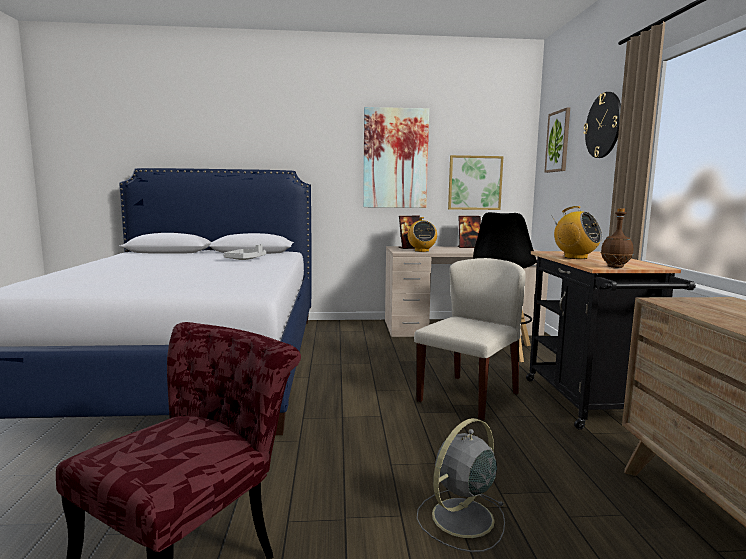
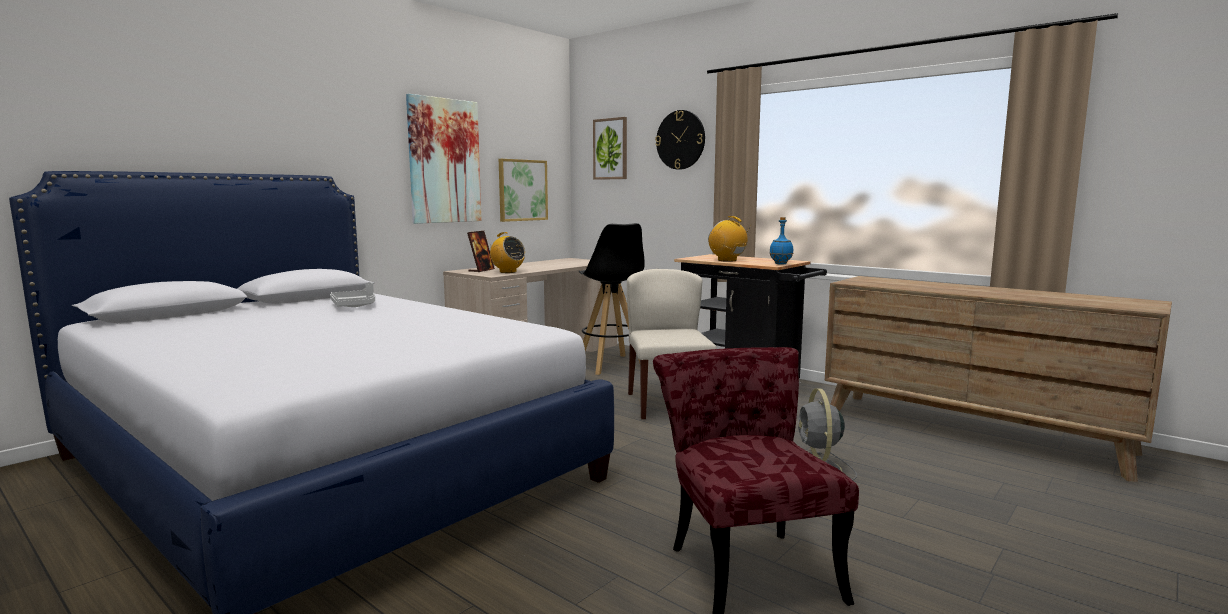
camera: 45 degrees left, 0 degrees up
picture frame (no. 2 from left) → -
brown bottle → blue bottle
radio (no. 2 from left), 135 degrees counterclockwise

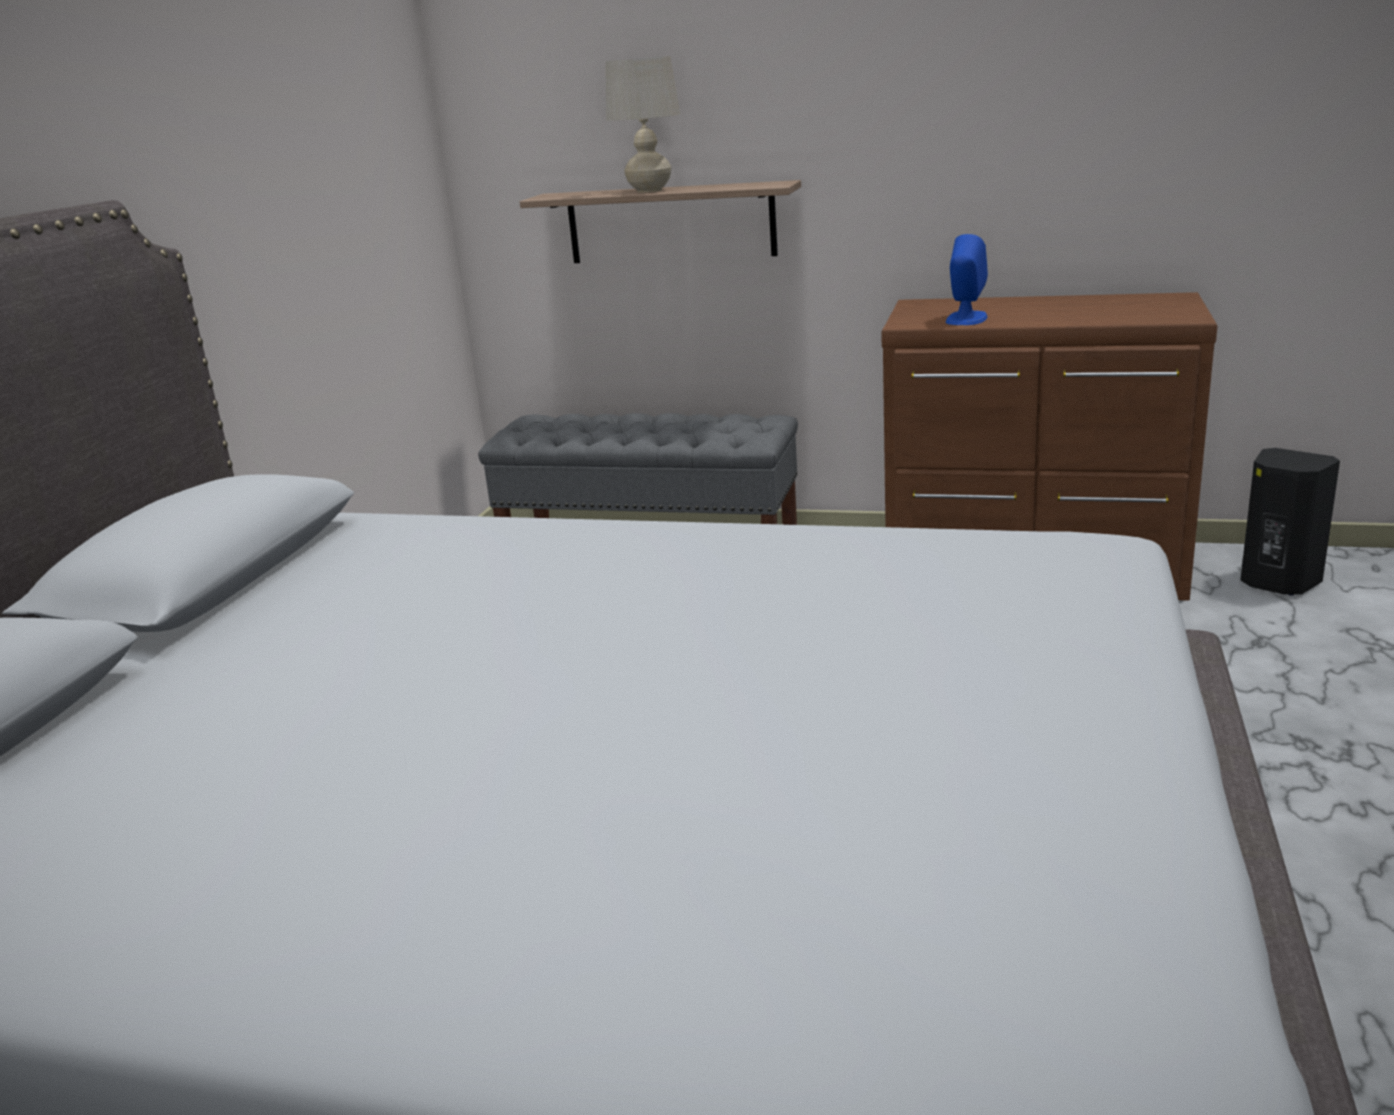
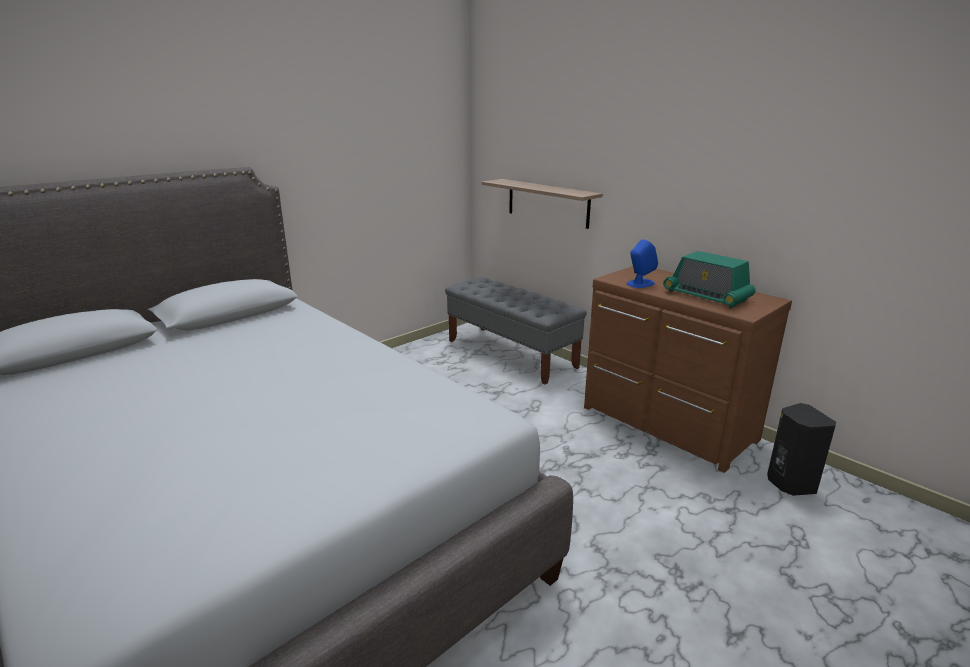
camera: 30 degrees right, 0 degrees up
beige table lamp → -
- → radio

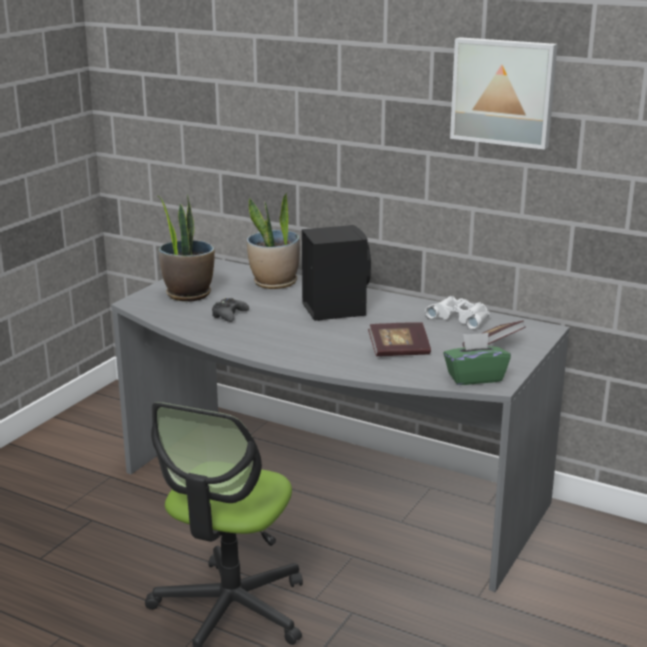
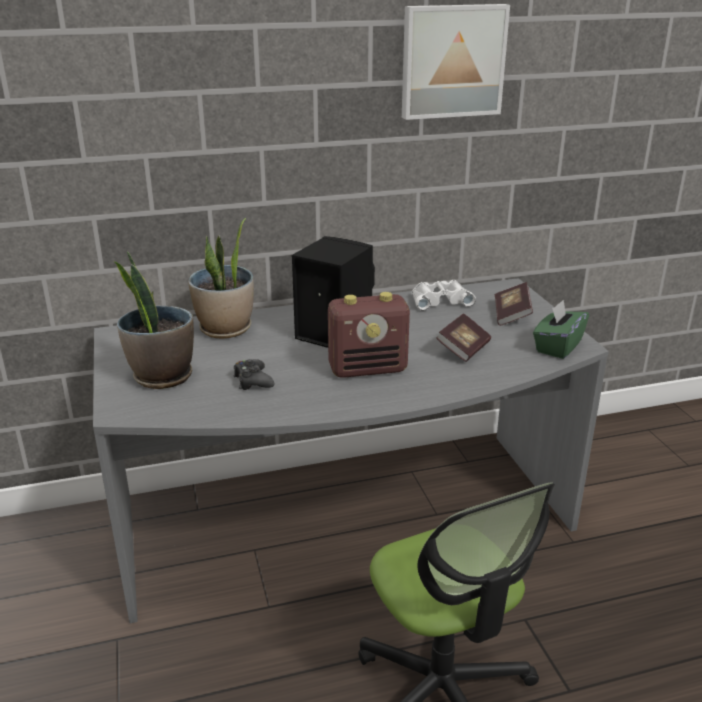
camera: 45 degrees left, 5 degrees up
- → radio

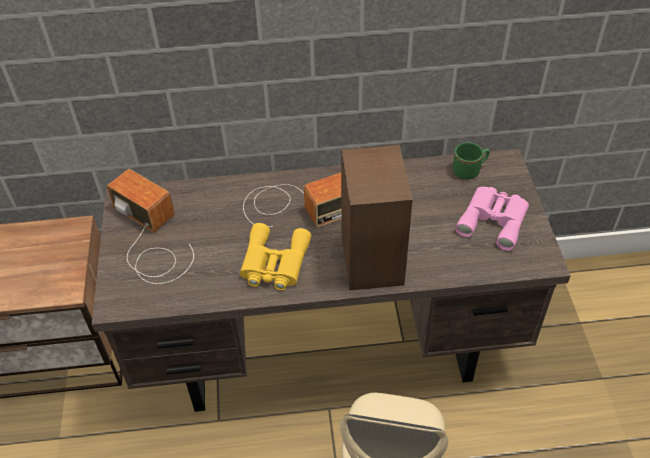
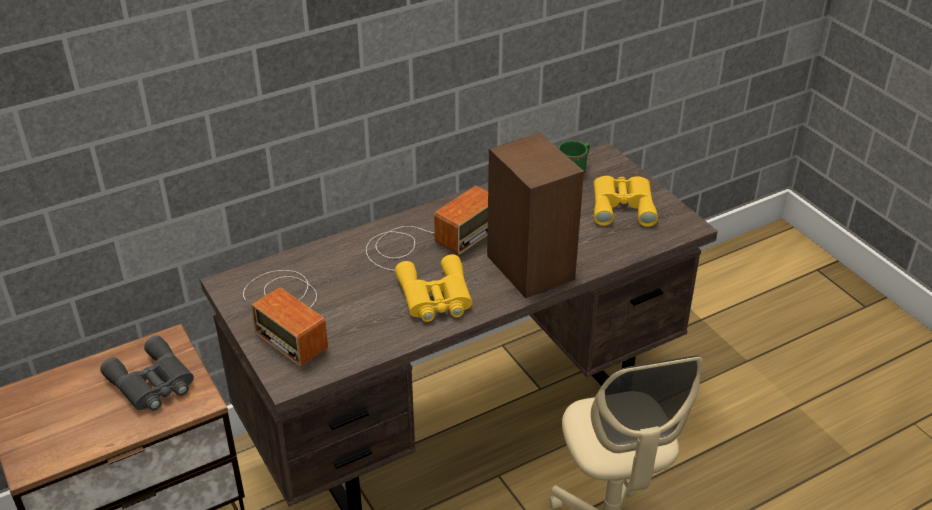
camera: 25 degrees left, 10 degrees down
- → grey binoculars
pink binoculars → yellow binoculars (no. 2 from left)
radio (no. 1 from left), 150 degrees counterclockwise

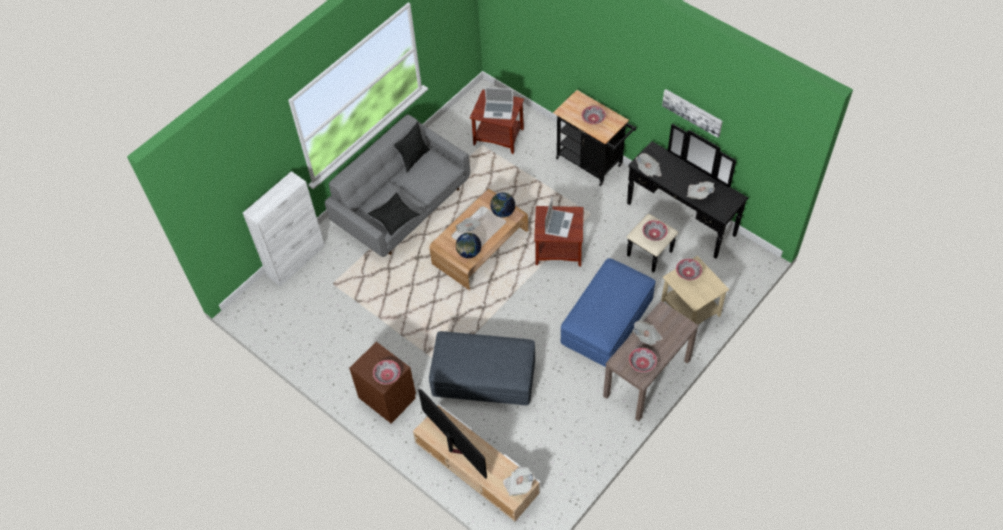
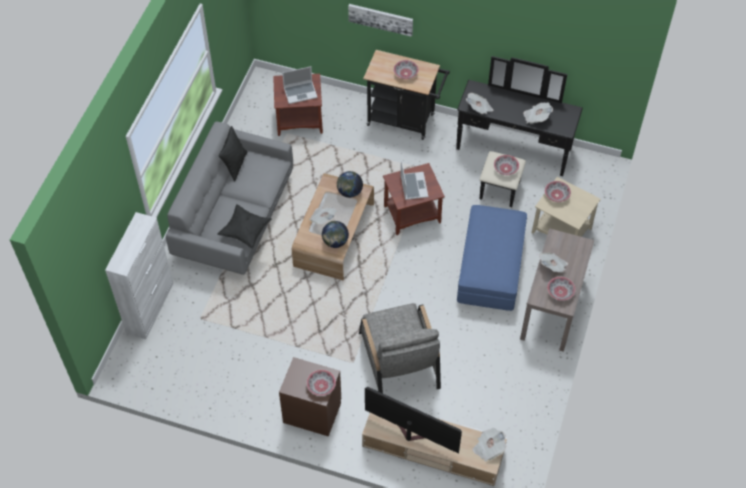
camera: 25 degrees left, 0 degrees up
picture, relocated
grey ottoman → grey armchair

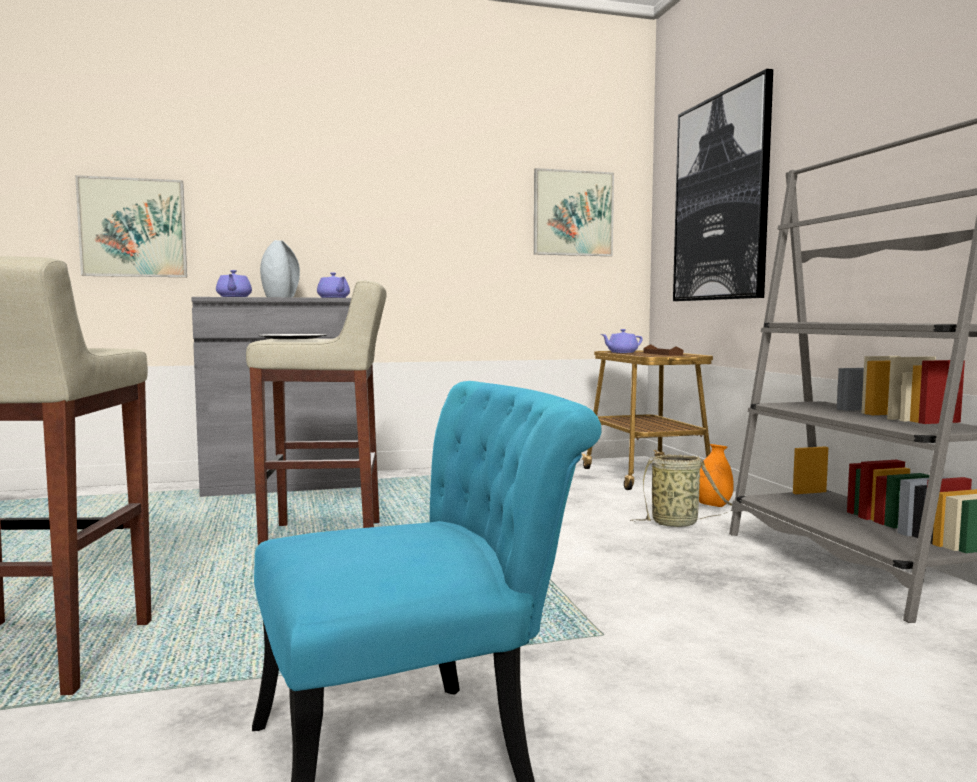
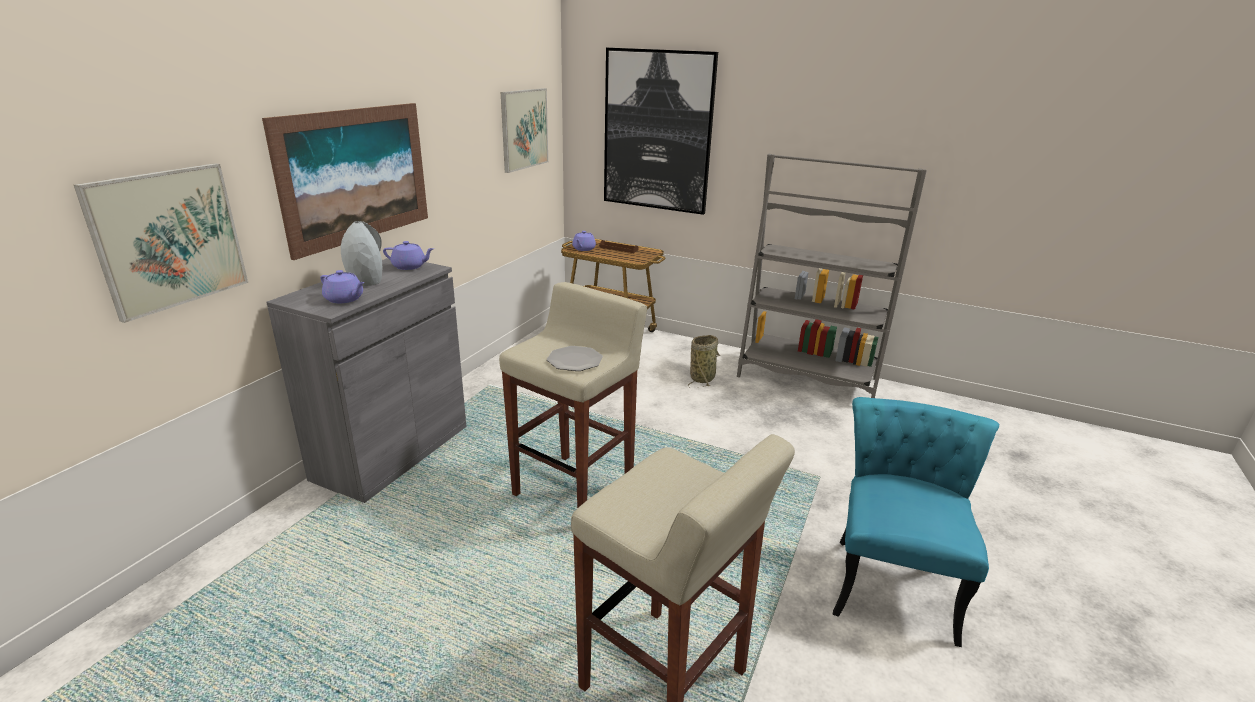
camera: 50 degrees left, 20 degrees up
orange vase → -
- → picture (no. 2 from left)

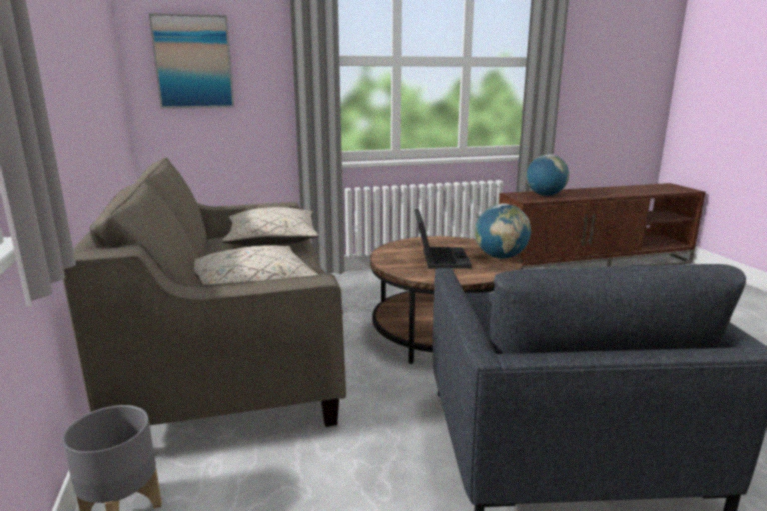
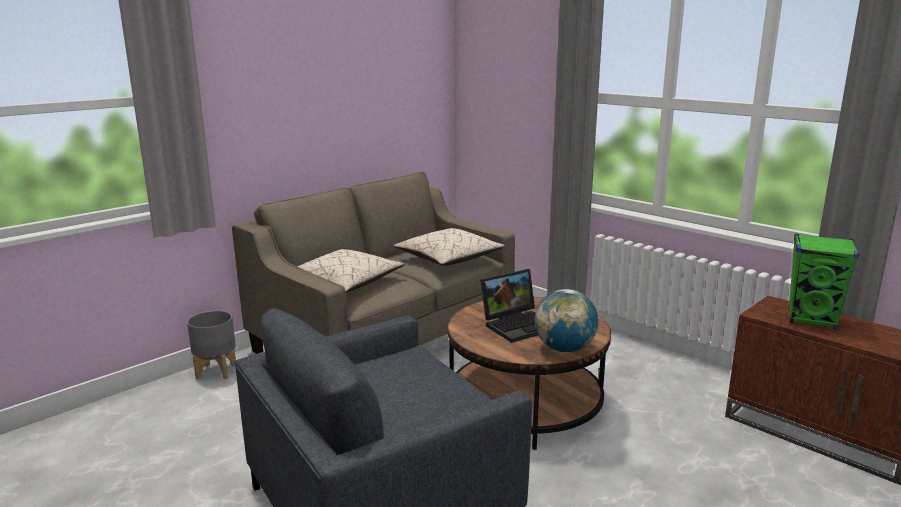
camera: 60 degrees right, 0 degrees up
picture → -
globe (no. 2 from left) → green speaker

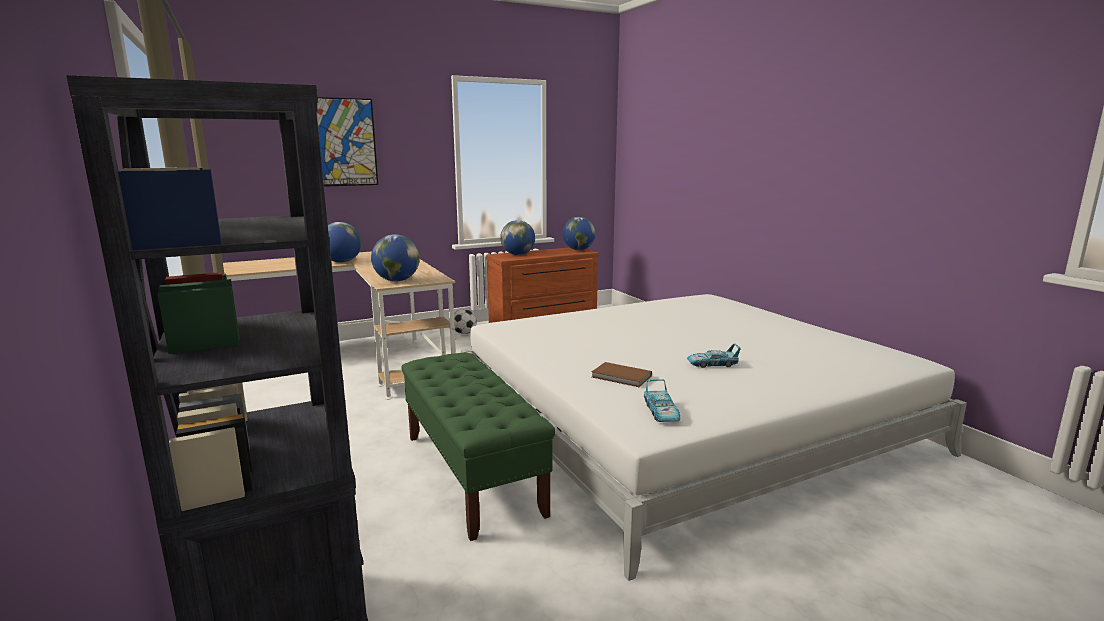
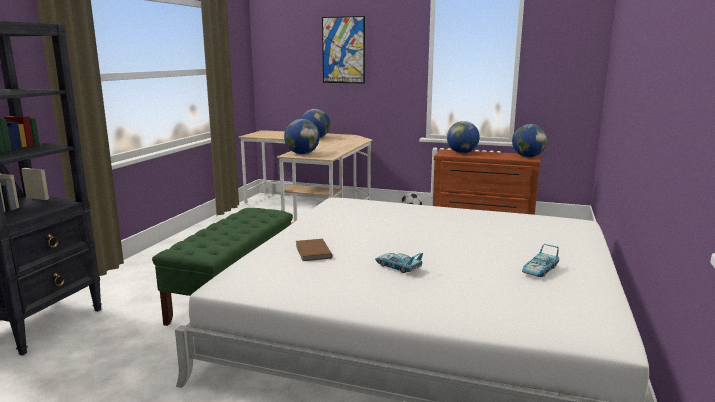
camera: 45 degrees right, 0 degrees up
toy car (no. 1 from left in the first image) → toy car (no. 2 from left), relocated

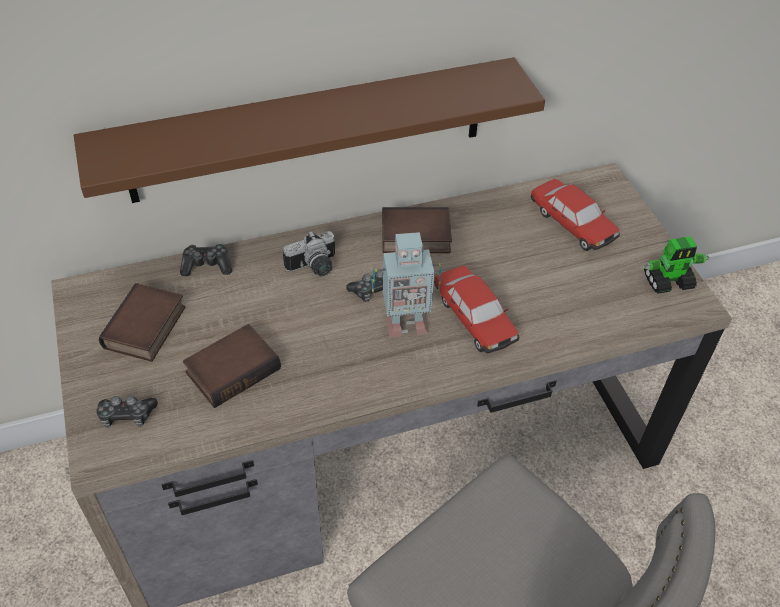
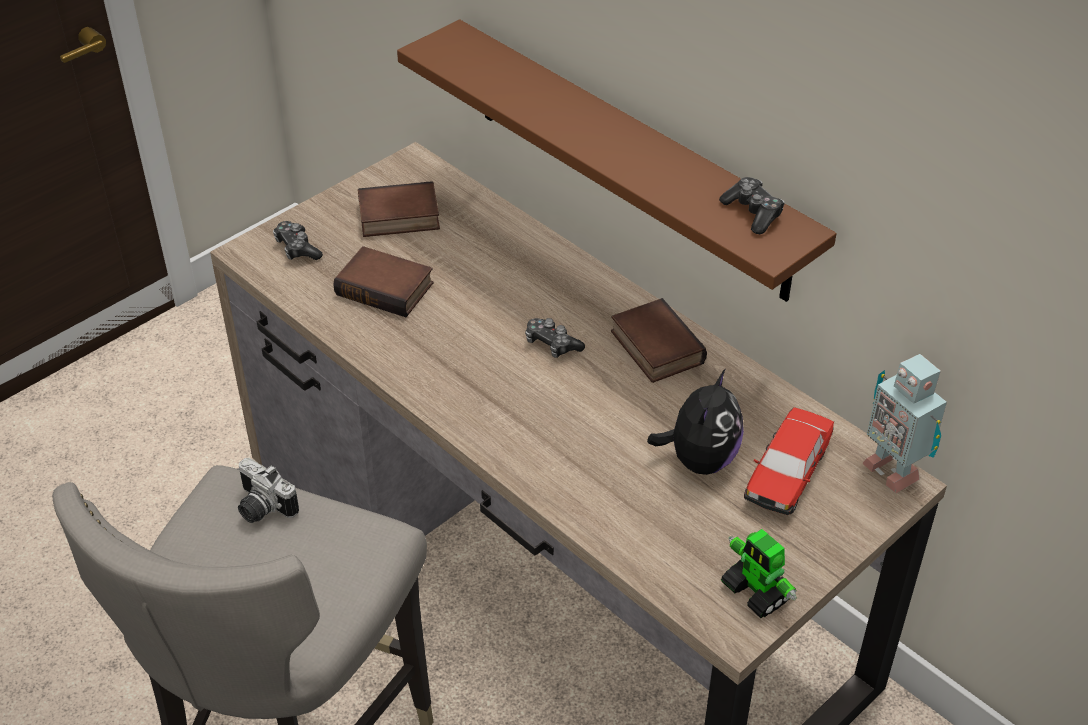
camera: 65 degrees right, 5 degrees down
toy car (no. 1 from left) → -
- → plush toy
game controller (no. 2 from left in the first image) → game controller (no. 3 from left), relocated
photo camera, relocated
toy robot (no. 1 from left in the first image) → toy robot (no. 2 from left), relocated

